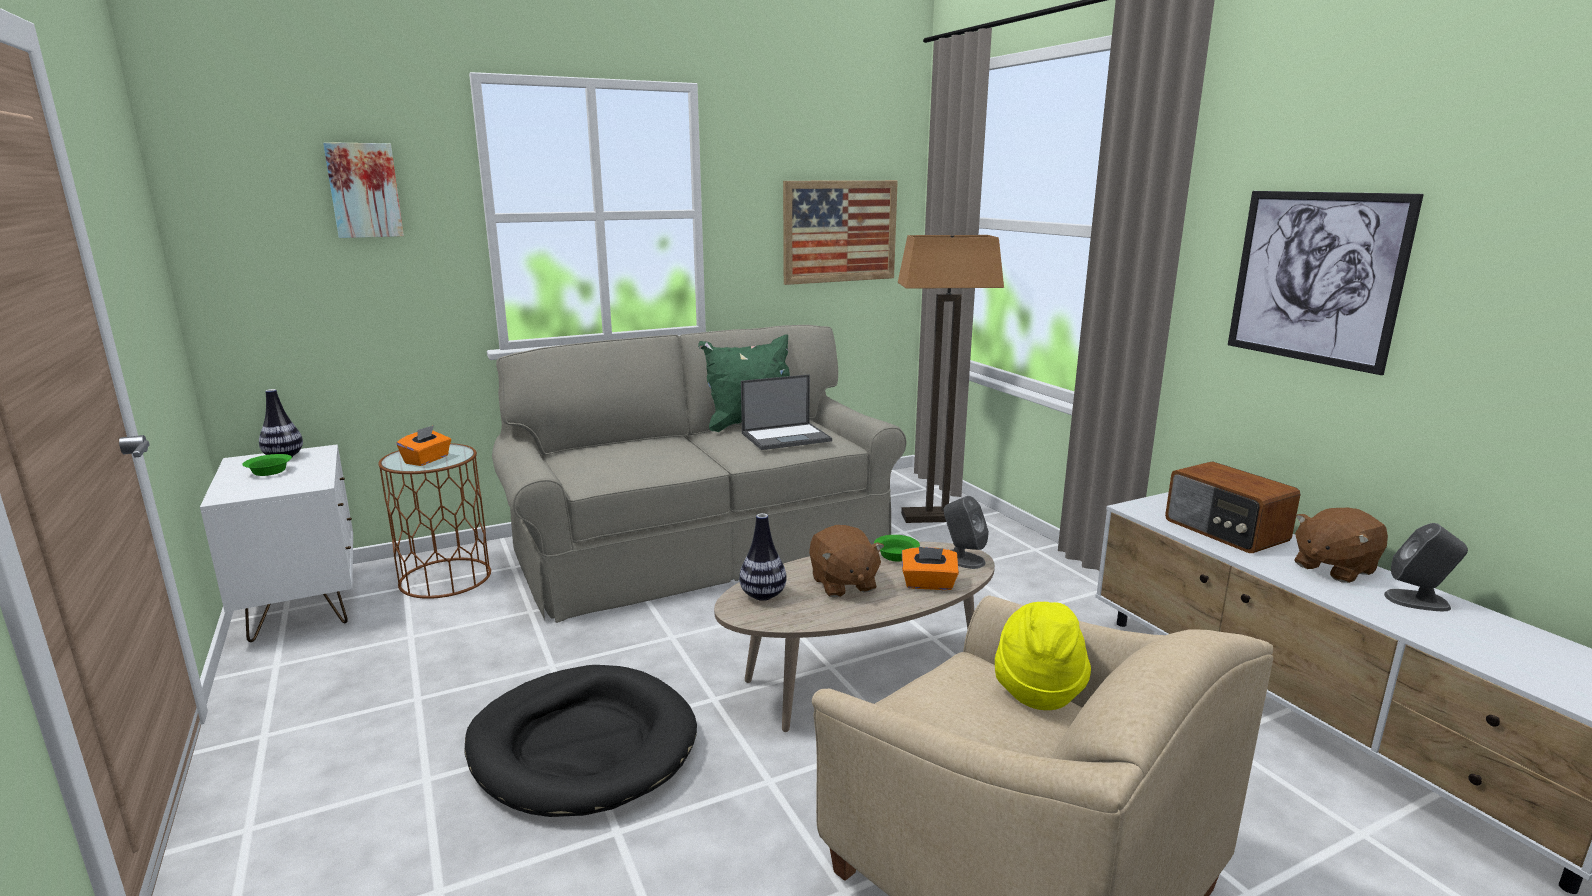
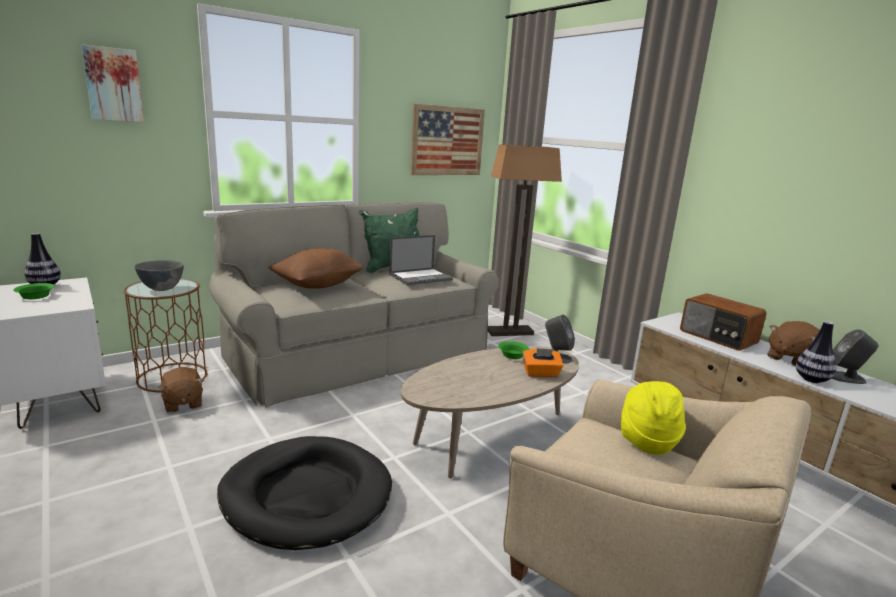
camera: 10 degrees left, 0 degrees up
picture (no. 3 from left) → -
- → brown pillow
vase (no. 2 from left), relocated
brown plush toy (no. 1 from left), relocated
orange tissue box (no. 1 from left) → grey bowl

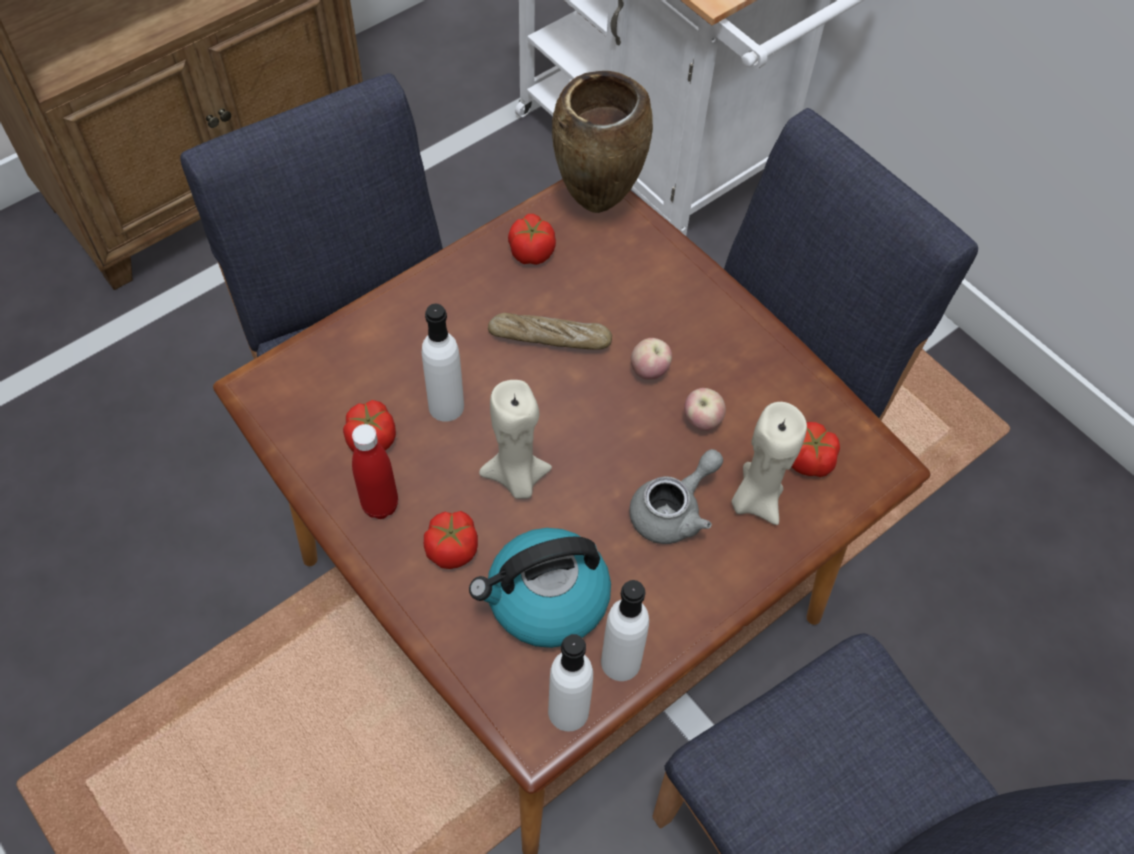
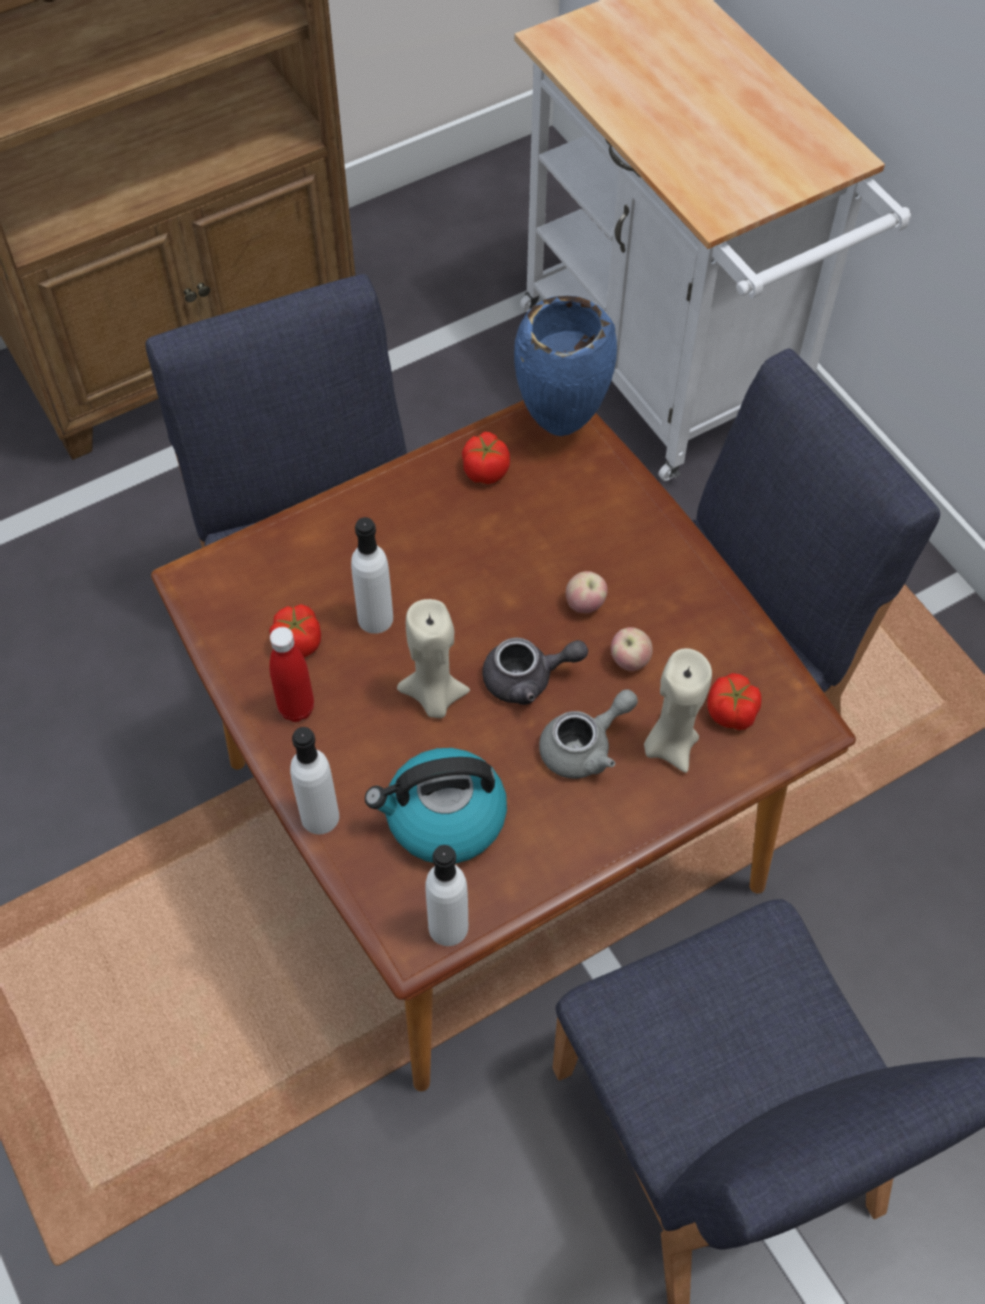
camera: 10 degrees right, 0 degrees up
tomato (no. 2 from left) → -
bread → -
- → grey teapot (no. 1 from left)
white bottle (no. 3 from left in the first image) → white bottle (no. 1 from left), relocated
brown vase → blue vase

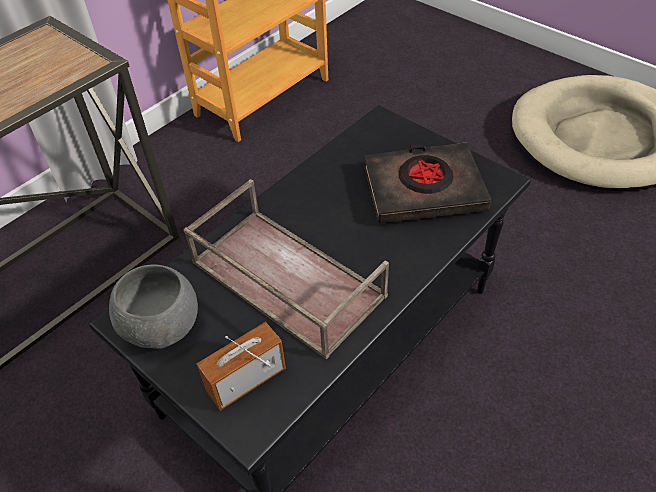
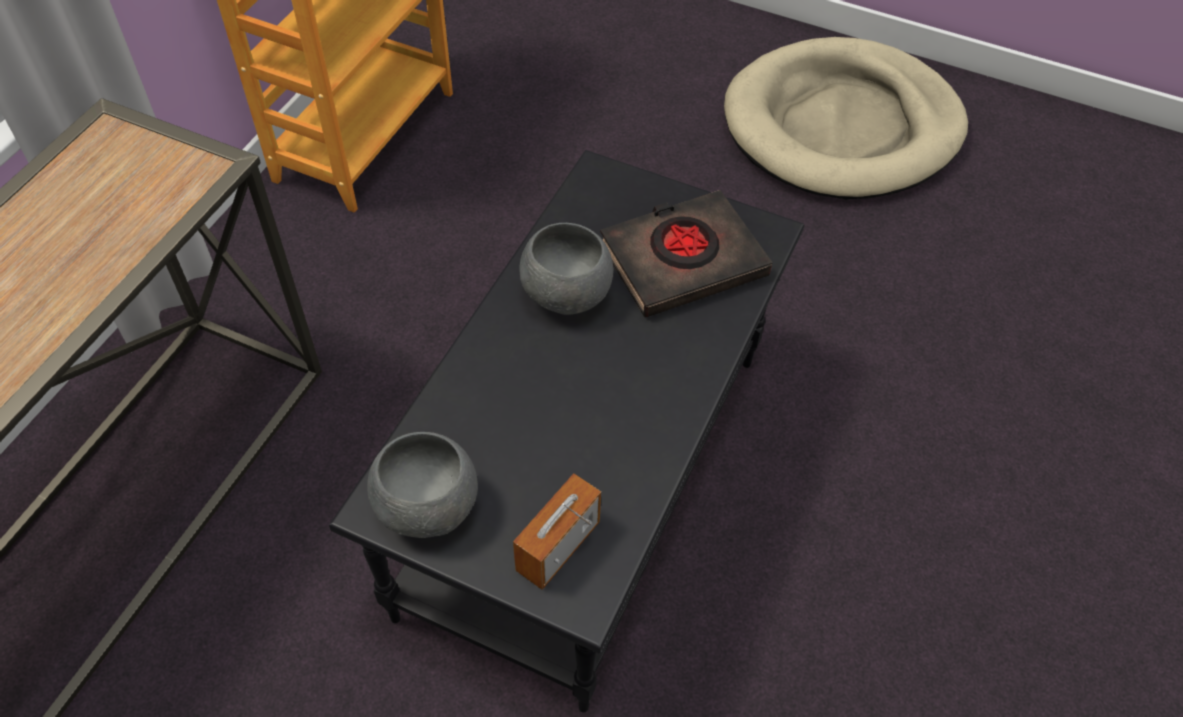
camera: 20 degrees left, 5 degrees up
brown tray → -
- → grey bowl (no. 2 from left)

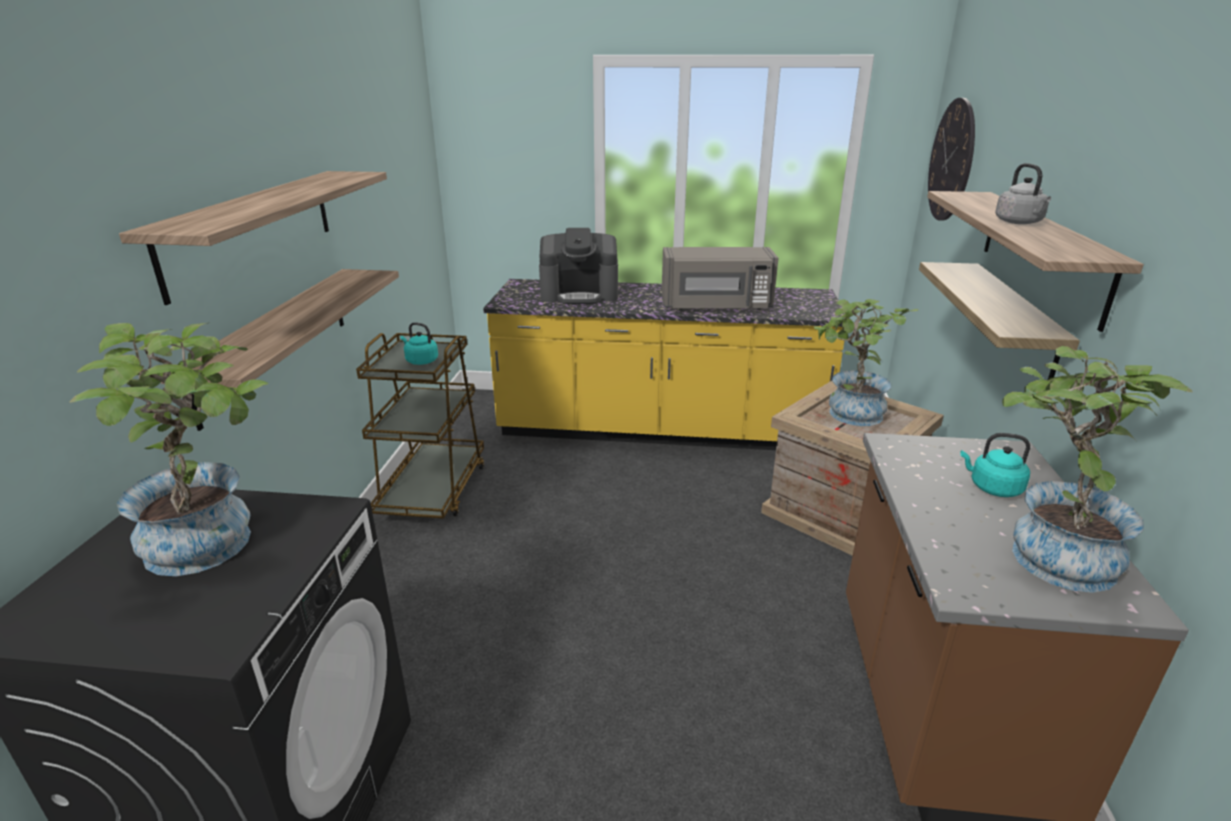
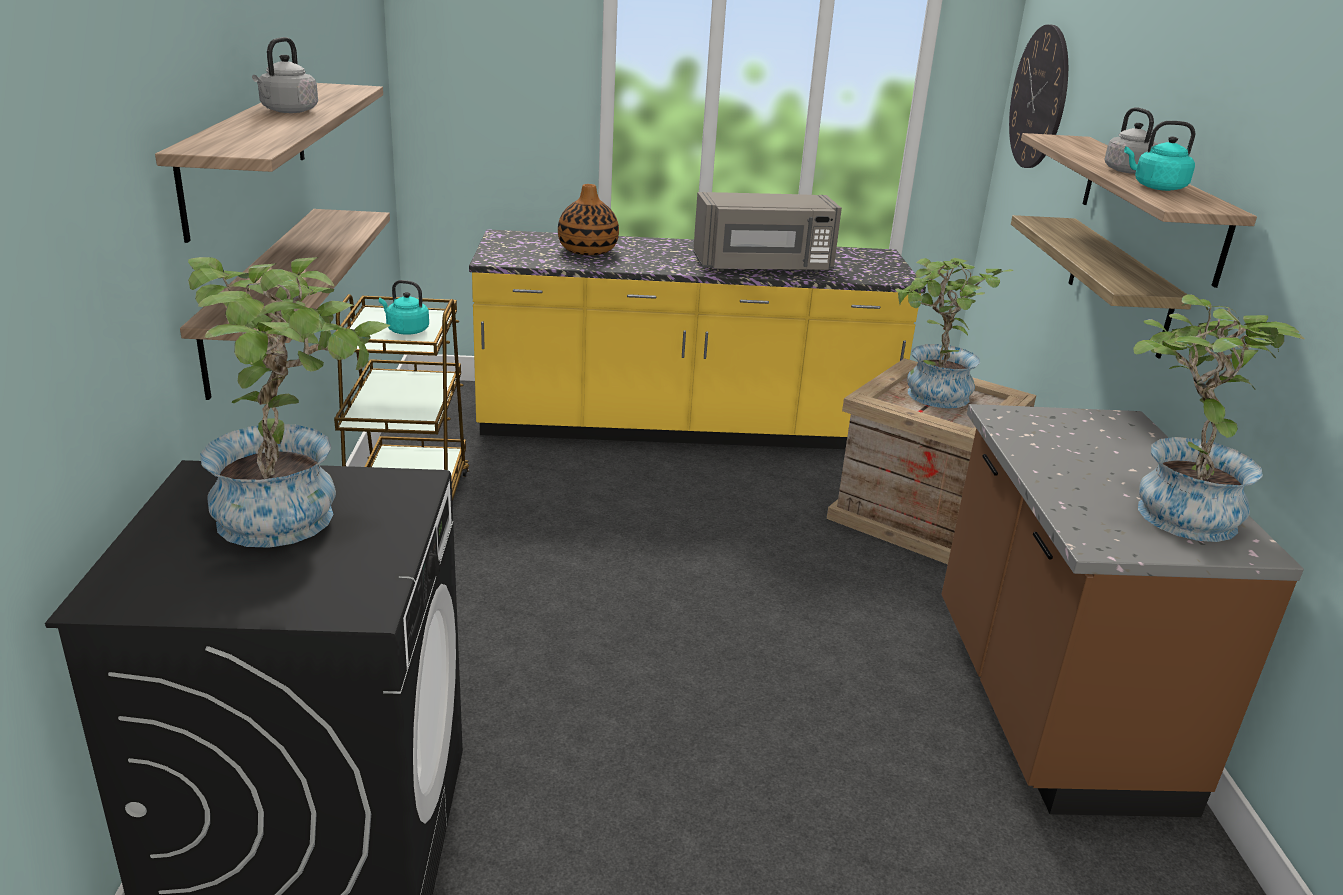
camera: 10 degrees left, 0 degrees up
- → grey kettle (no. 1 from left)
turquoise kettle (no. 2 from left), relocated
coffee machine → vase

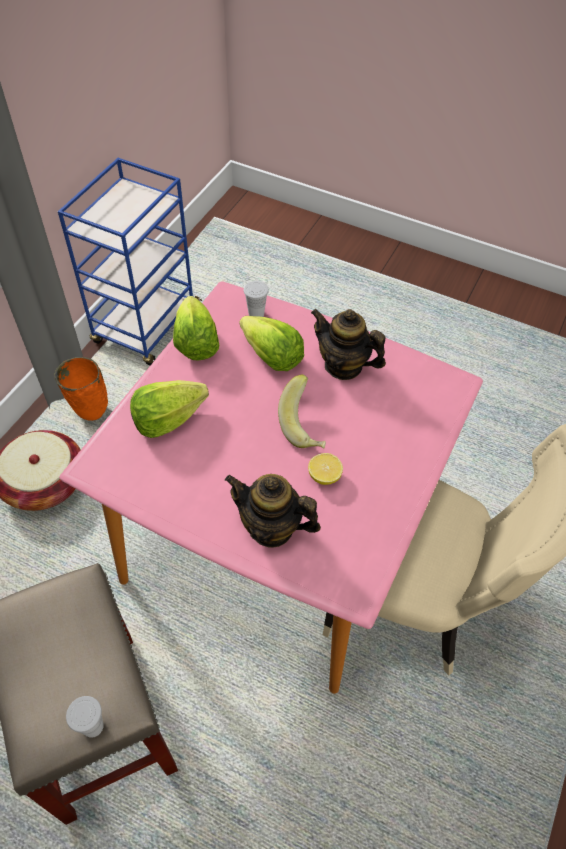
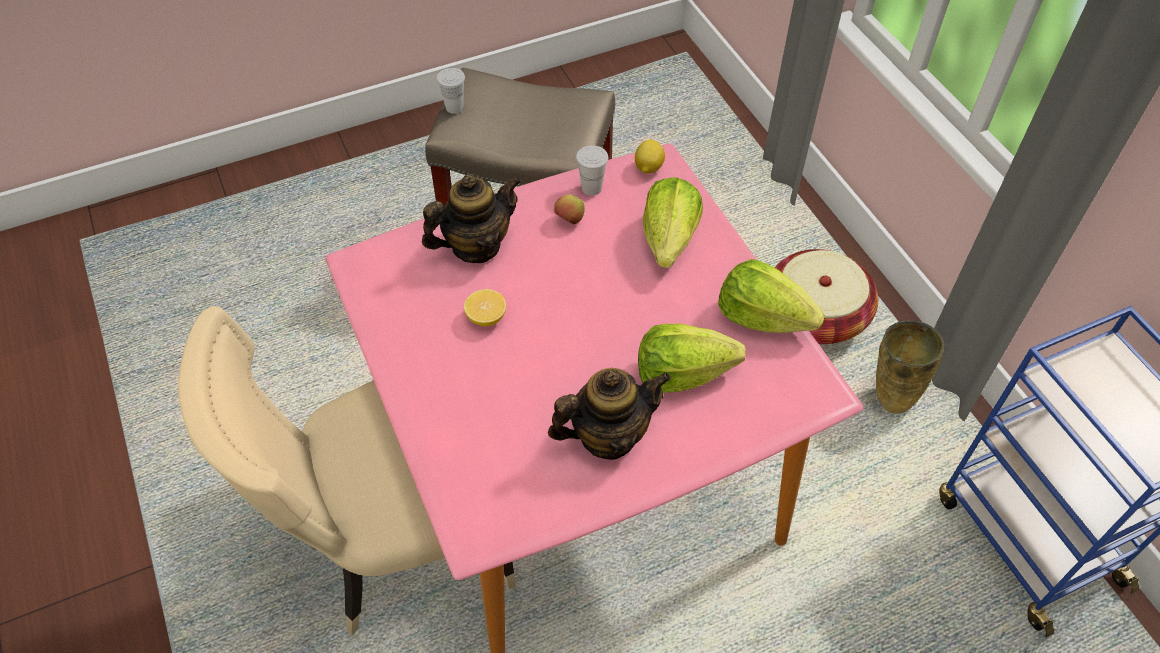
camera: 130 degrees right, 0 degrees up
banana → -
- → apple
- → lemon (no. 2 from left)
white cup (no. 2 from left), relocated
orange vase → beige vase

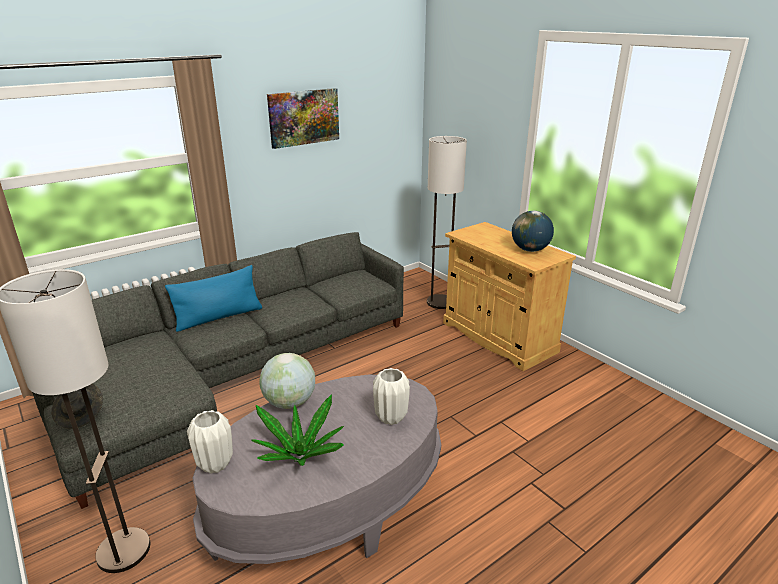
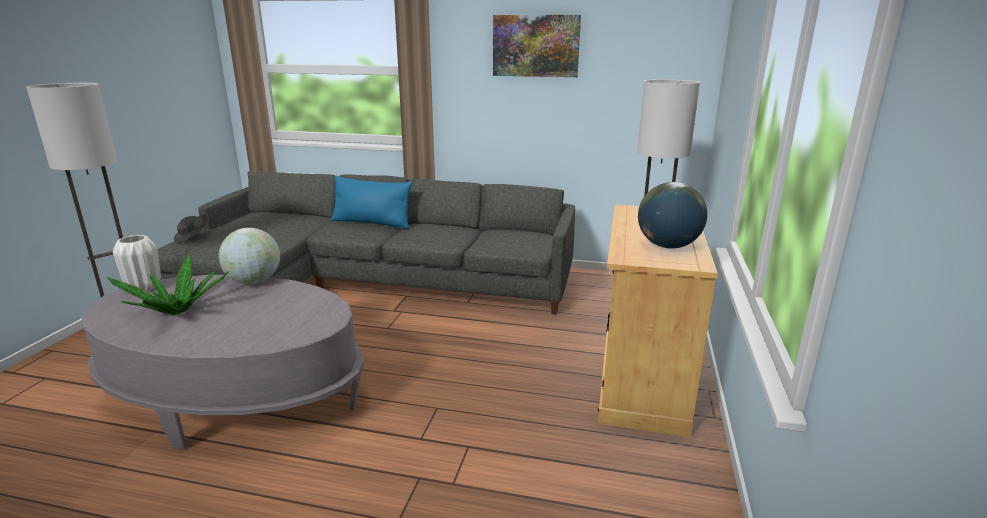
camera: 50 degrees right, 5 degrees down
white vase (no. 2 from left) → -

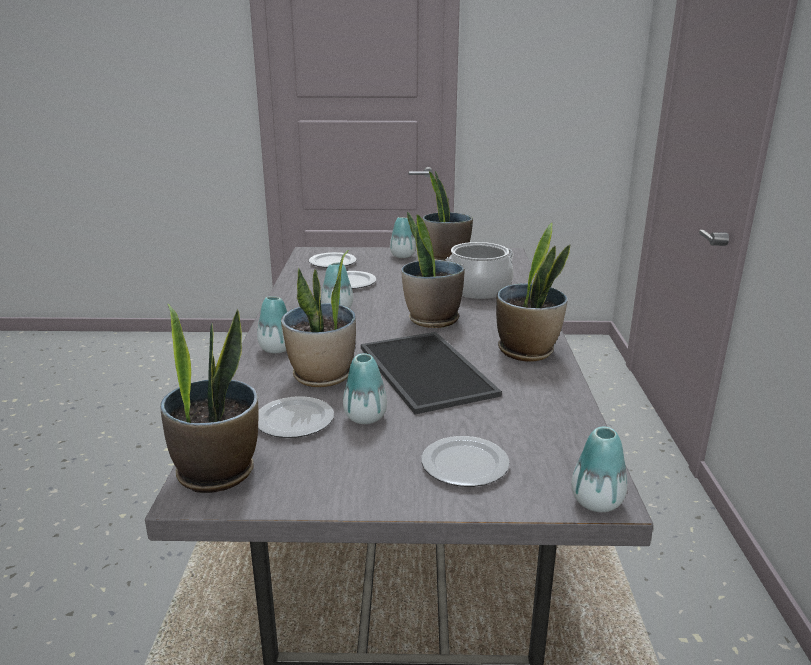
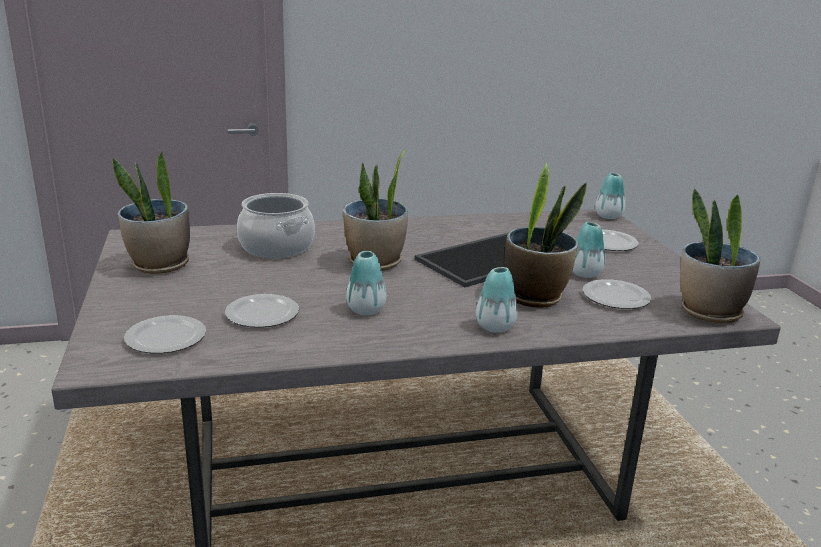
camera: 105 degrees left, 0 degrees up
vase (no. 4 from left) → -
potted plant (no. 5 from left) → -

